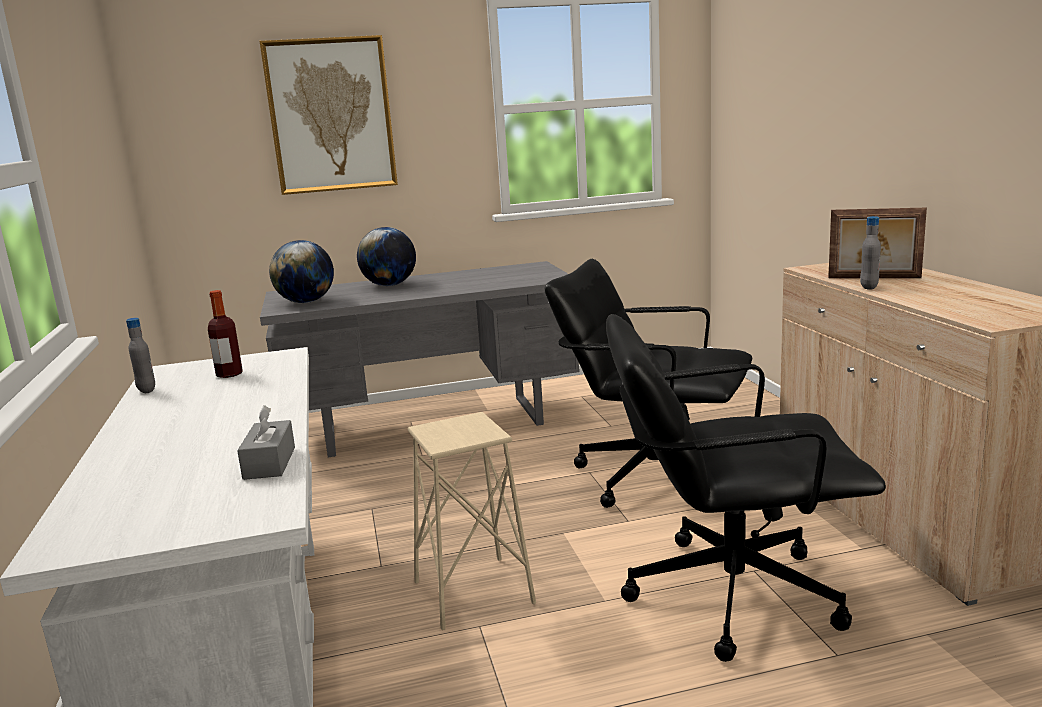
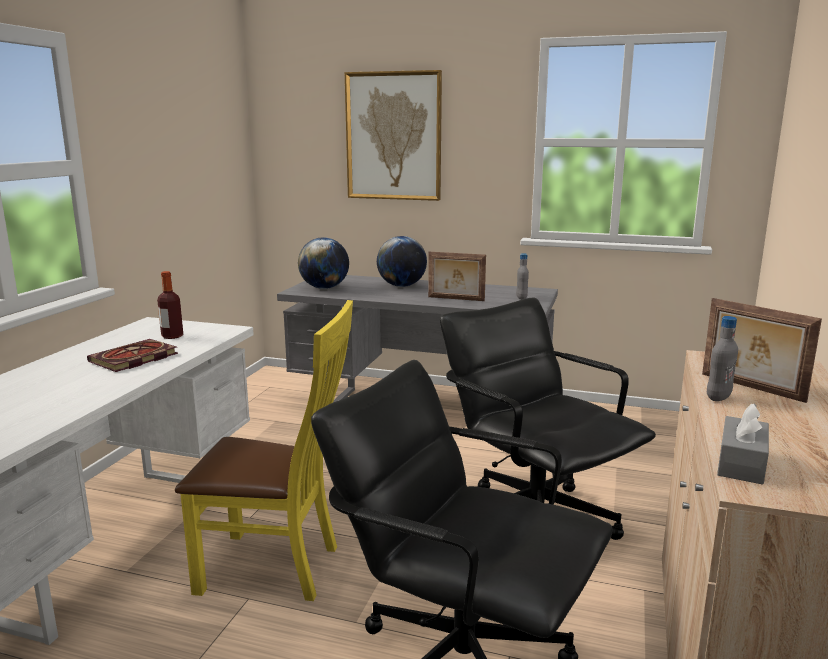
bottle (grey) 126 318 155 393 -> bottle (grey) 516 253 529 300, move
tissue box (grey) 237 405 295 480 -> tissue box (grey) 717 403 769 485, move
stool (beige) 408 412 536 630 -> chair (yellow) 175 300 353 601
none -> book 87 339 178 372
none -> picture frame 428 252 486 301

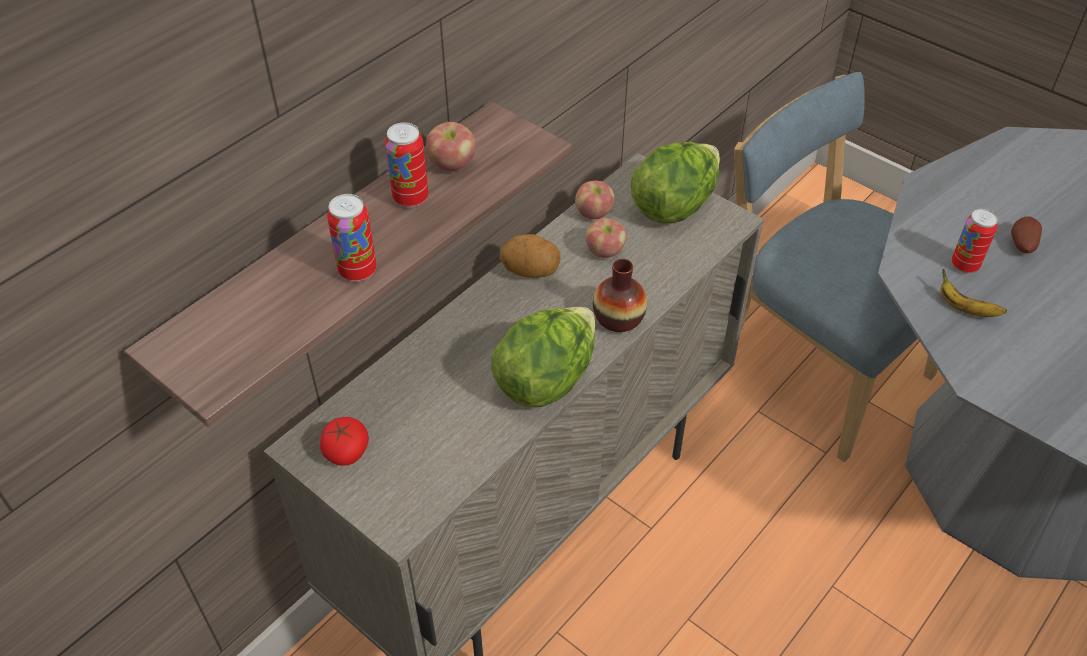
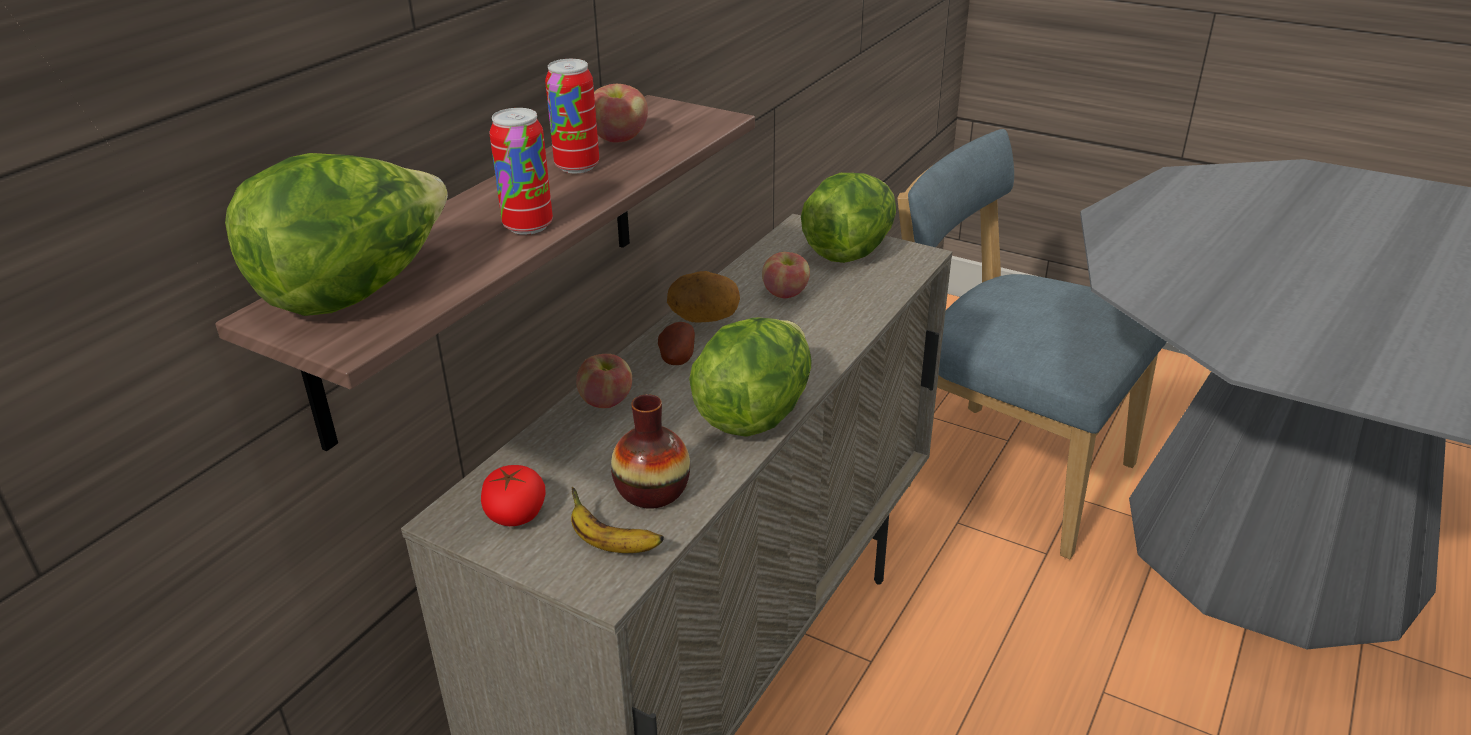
apple 575 181 615 219 -> apple 576 354 632 408, move
vase 593 259 647 332 -> vase 611 394 690 509, move
banana 941 269 1007 317 -> banana 571 487 664 553, move
can 952 209 998 273 -> none
potato 1011 216 1042 253 -> potato 658 322 695 365, move
none -> lettuce 225 153 448 316

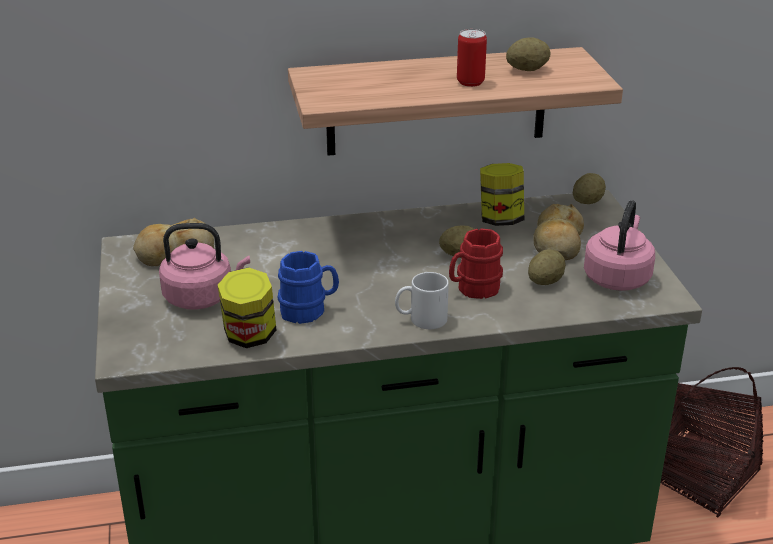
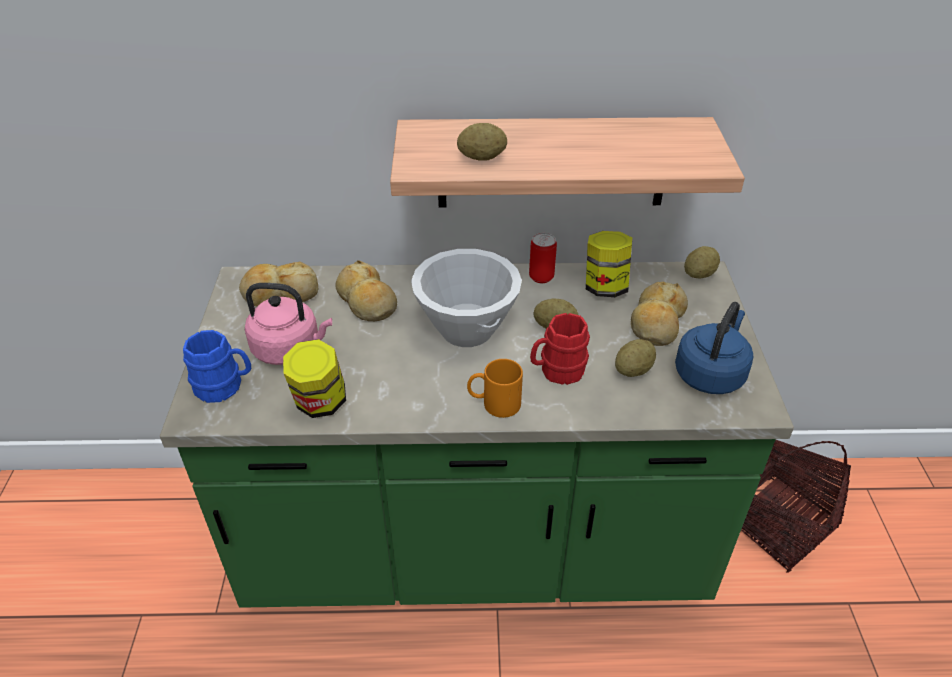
mug (blue) 278 251 339 324 -> mug (blue) 183 330 251 403, move
mug (white) 395 272 449 329 -> mug (orange) 467 359 523 418
can 457 29 487 87 -> can 529 233 557 283, move
potato 506 38 551 71 -> potato 457 123 507 161, move
kettle (pink) 584 200 655 291 -> kettle (blue) 675 302 753 394
none -> bread 335 260 397 321
none -> bowl (white) 411 249 522 347

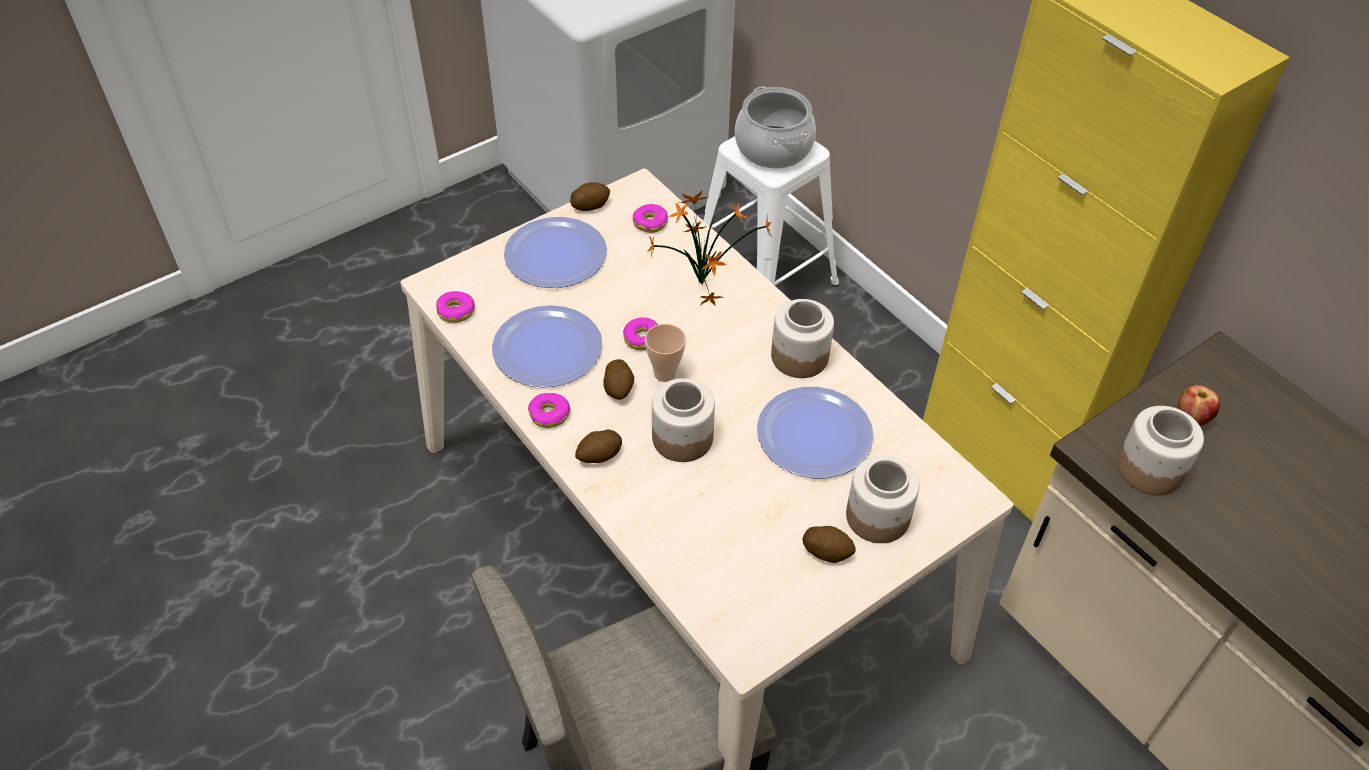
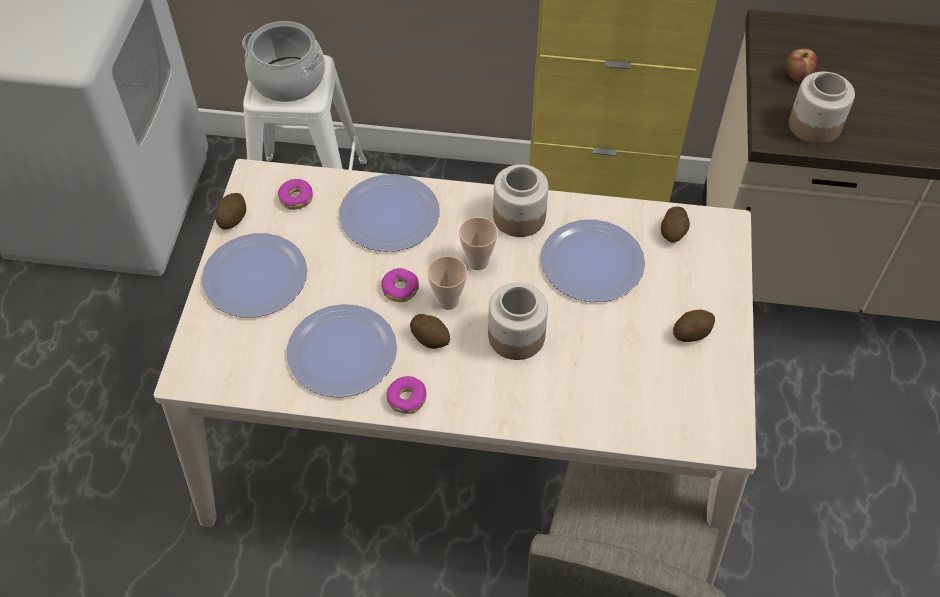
donut 436 291 475 323 -> none
potato 575 429 622 463 -> potato 661 206 690 242, move
potted plant 648 190 772 306 -> plate 339 174 440 252
jar 846 456 919 543 -> none
none -> cup 459 217 498 270

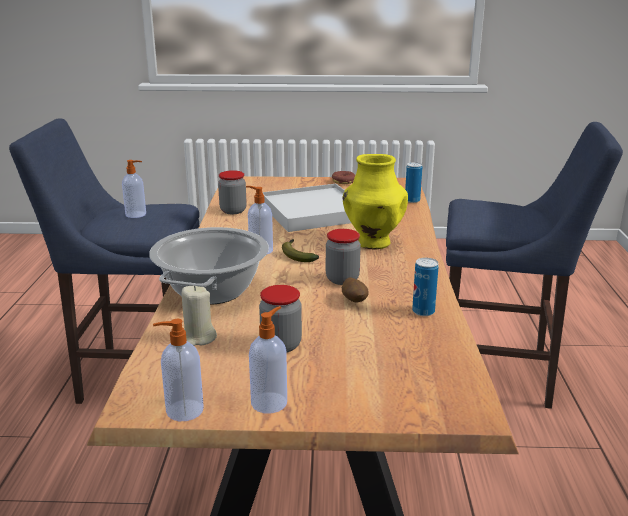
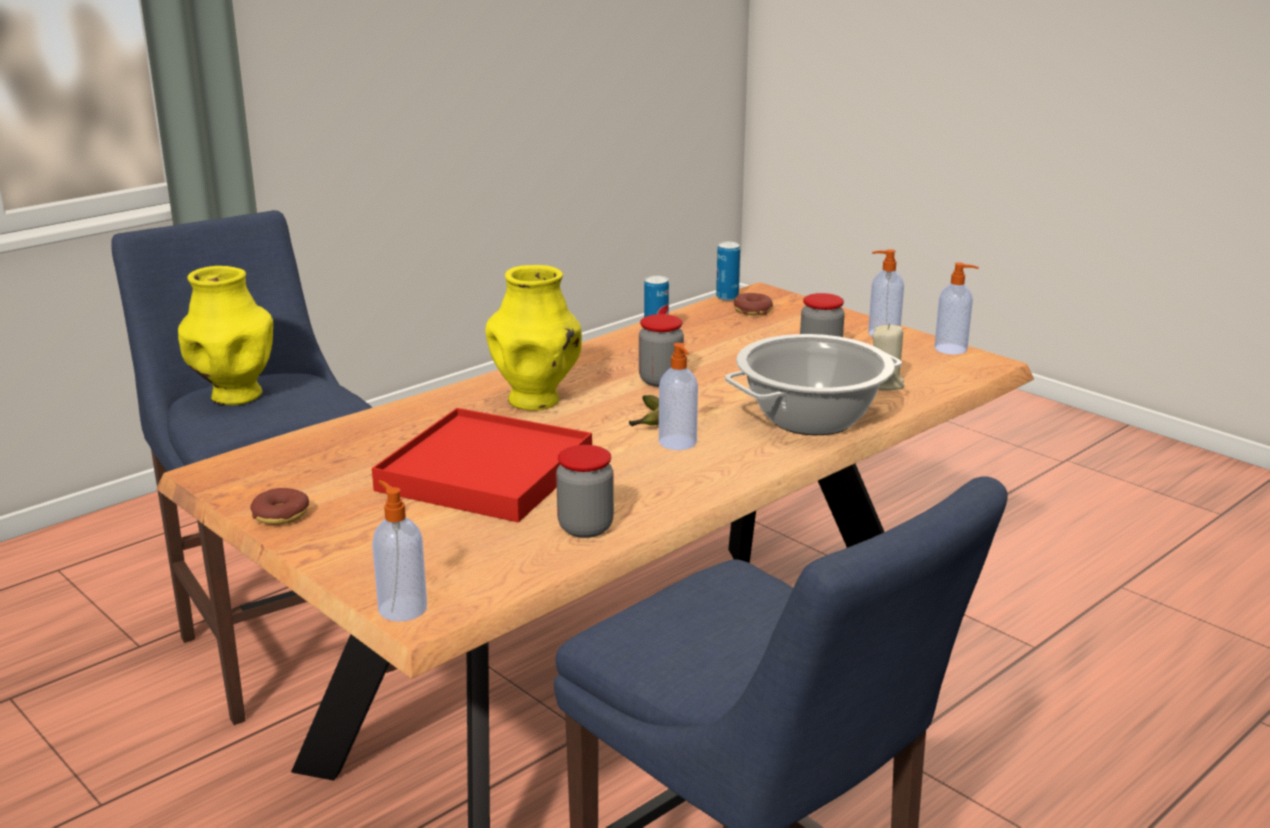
soap dispenser 122 160 146 218 -> soap dispenser 372 480 427 622, move
tray (white) 262 184 351 232 -> tray (red) 372 408 592 523
potato 342 277 369 303 -> none
can 405 162 422 203 -> can 716 242 740 301, move
none -> vase (yellow) 178 266 273 405
none -> donut 734 293 773 316

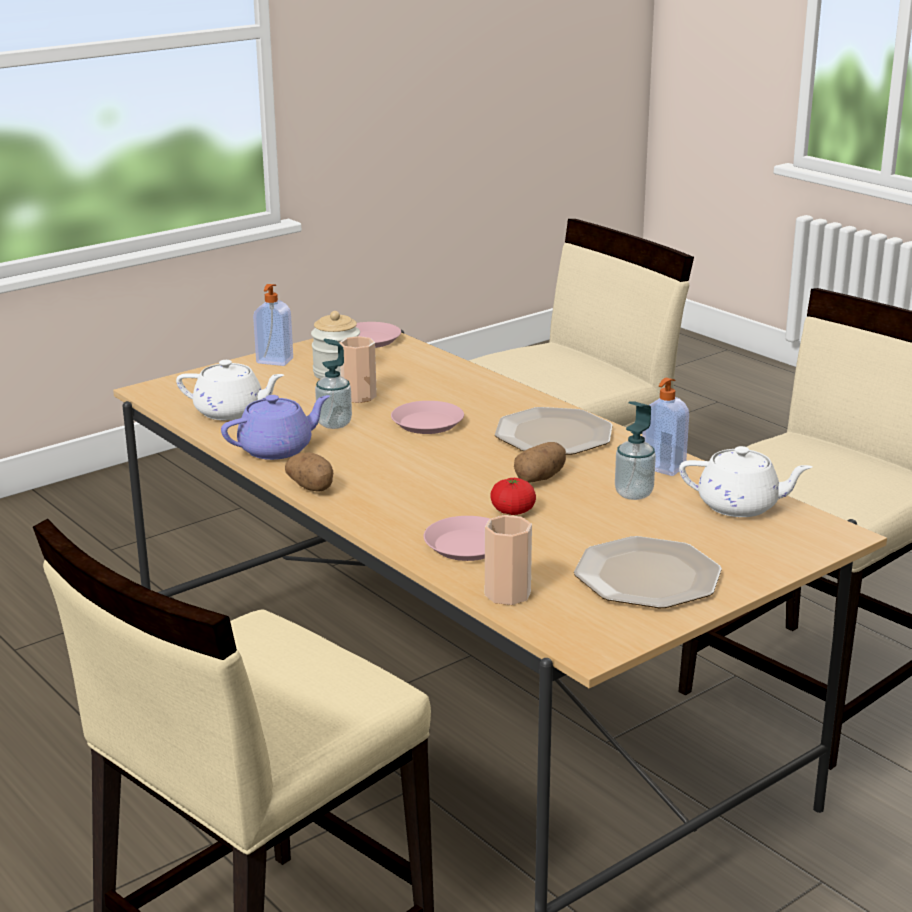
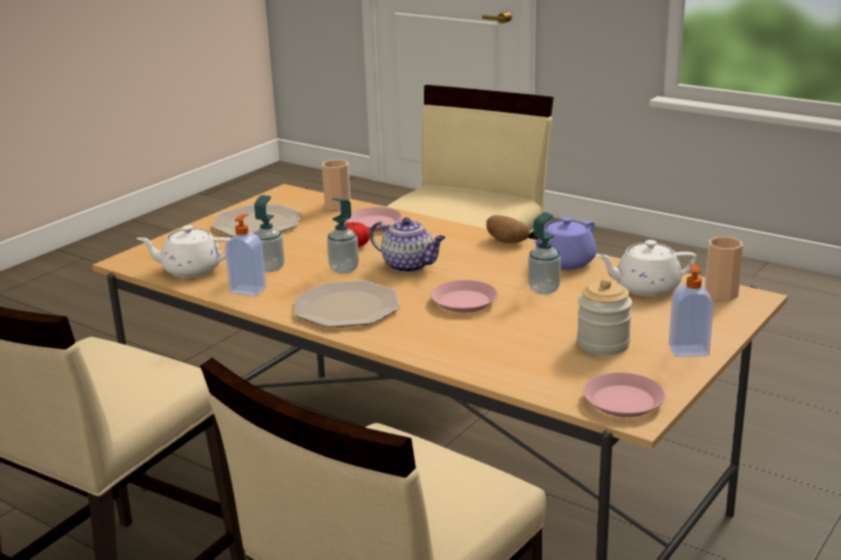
cup 339 336 377 403 -> cup 705 237 743 301, move
potato 514 442 566 483 -> soap dispenser 327 198 359 274
none -> teapot 370 217 445 273

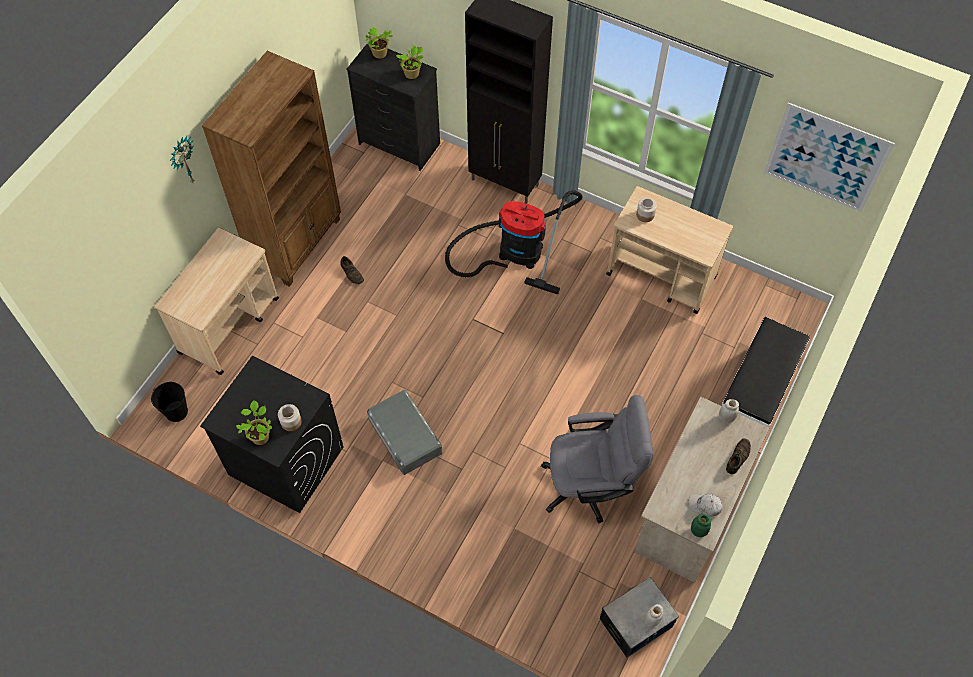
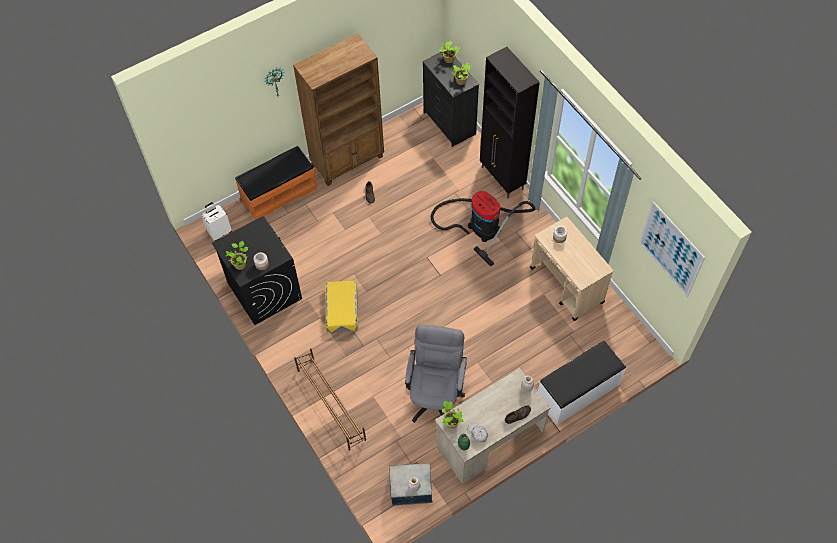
bucket (black) 151 382 188 422 -> suitcase (white) 201 202 232 241
cart (beige) 154 228 279 375 -> bench (orange) 235 146 317 220
storage box (grey) 367 390 443 475 -> storage box (yellow) 326 281 358 333
office chair (grey) 541 395 653 524 -> office chair (grey) 405 325 467 423, 105 degrees counterclockwise
none -> shoe rack (brown) 294 348 366 450
none -> potted plant 442 401 464 429

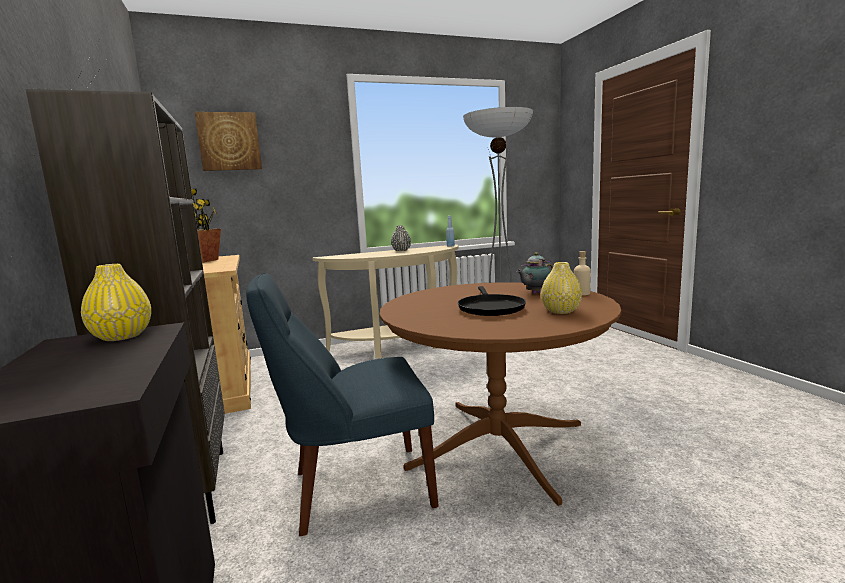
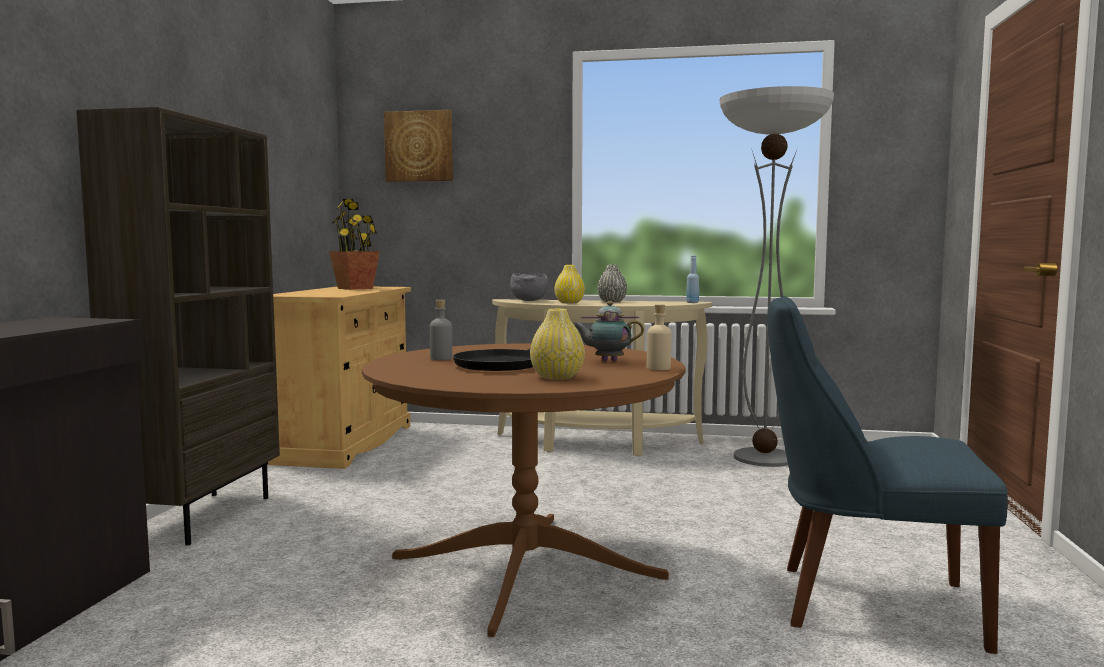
vase (yellow) 81 264 151 341 -> vase (yellow) 554 265 585 303, move
chair (blue) 246 273 439 536 -> chair (blue) 767 296 1008 654, move
none -> bottle (grey) 430 300 452 360
none -> bowl (grey) 510 273 548 301

